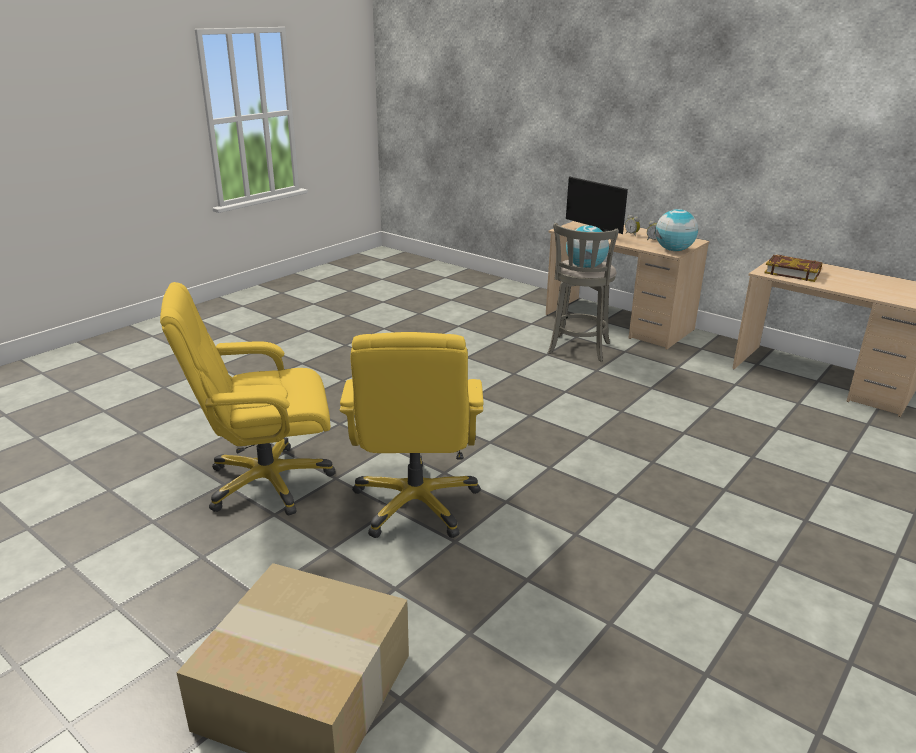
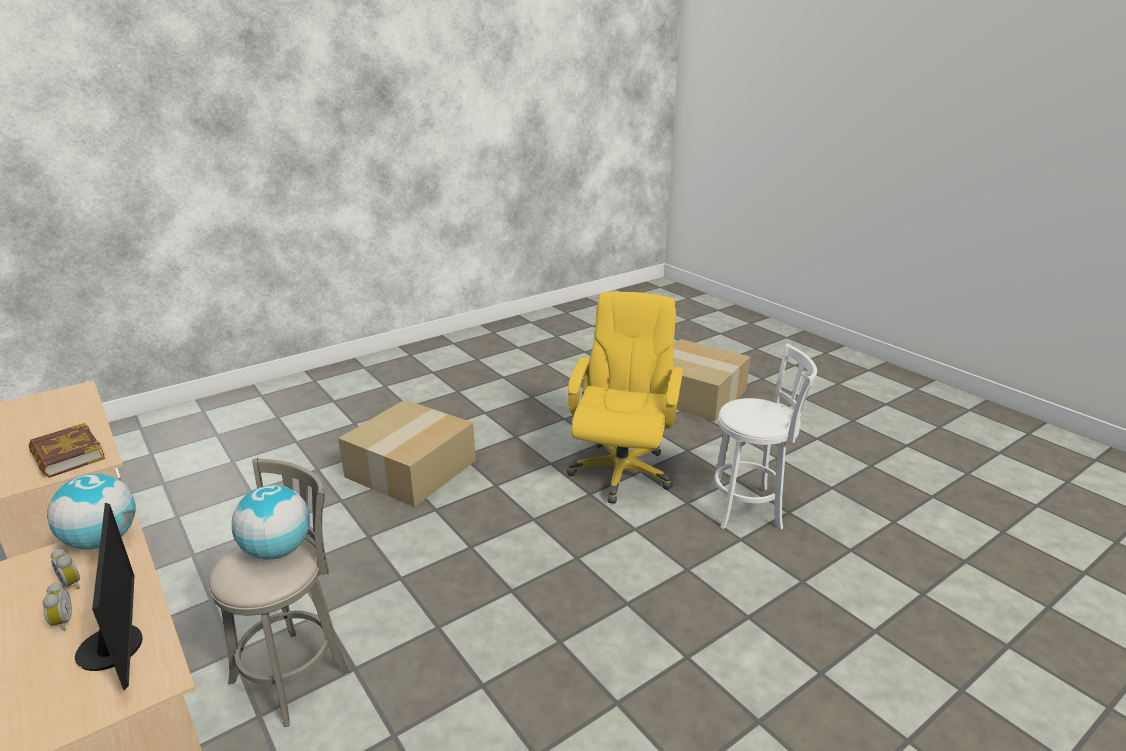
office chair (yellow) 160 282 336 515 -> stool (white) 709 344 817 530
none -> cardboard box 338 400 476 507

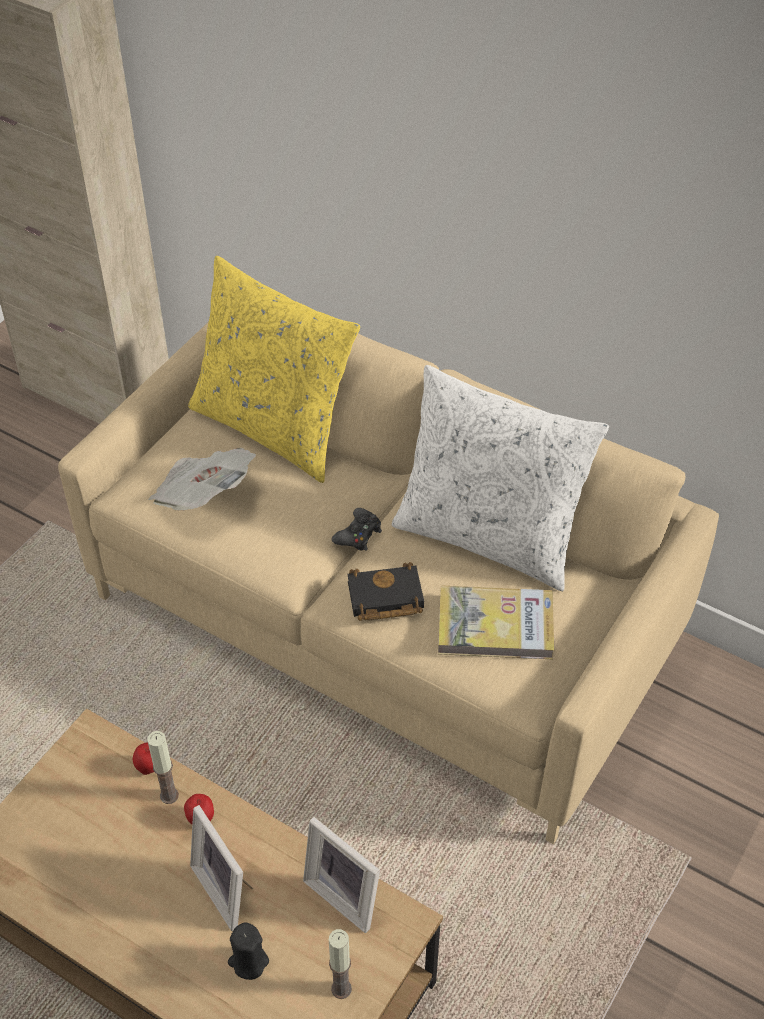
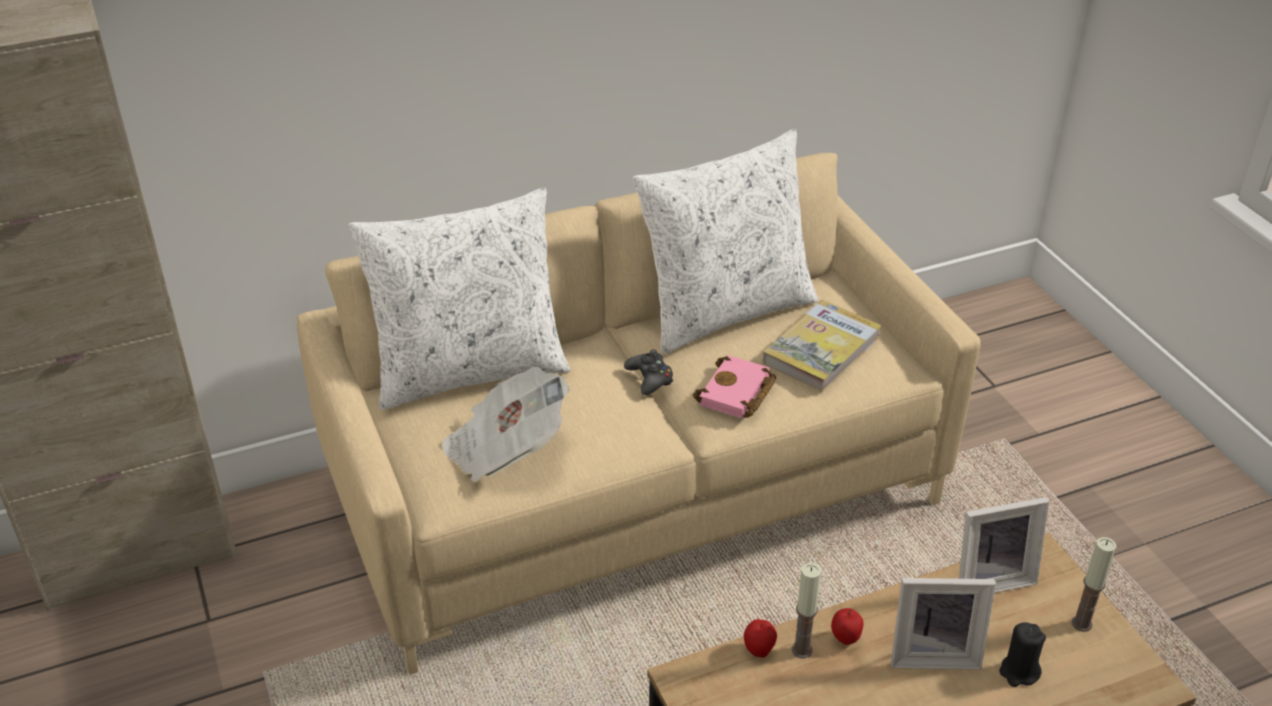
pillow (yellow) 188 256 360 483 -> pillow (white) 348 188 570 410
book (black) 347 562 424 621 -> book (pink) 693 355 777 419

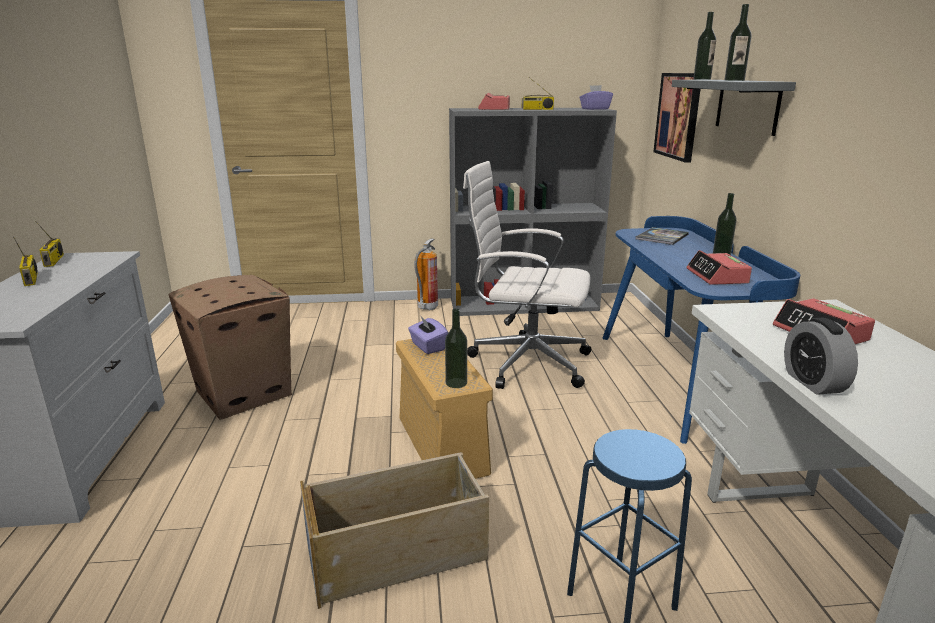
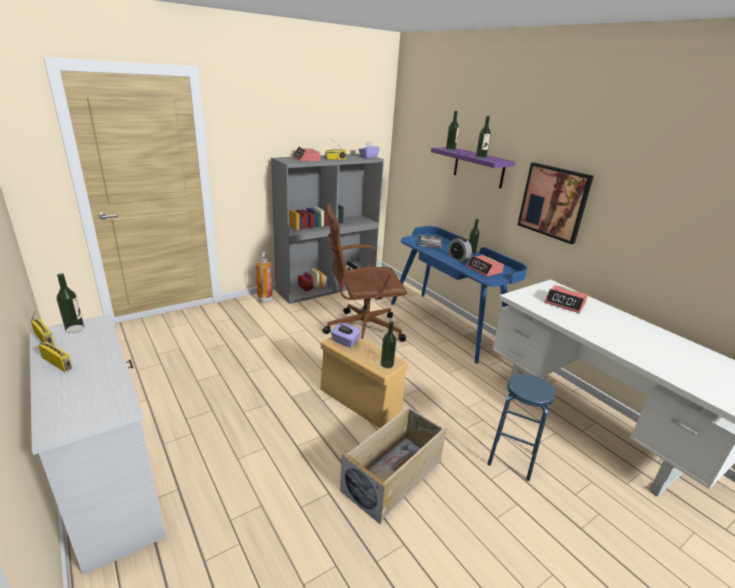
cardboard box 168 275 292 420 -> none
office chair (white) 463 161 591 389 -> office chair (brown) 322 204 407 342
picture 653 73 700 162 -> picture 518 162 594 244, move
shelf (grey) 672 80 796 136 -> shelf (purple) 431 147 515 188
alarm clock 784 318 858 395 -> alarm clock 448 237 472 262, move
none -> bottle 57 273 84 333

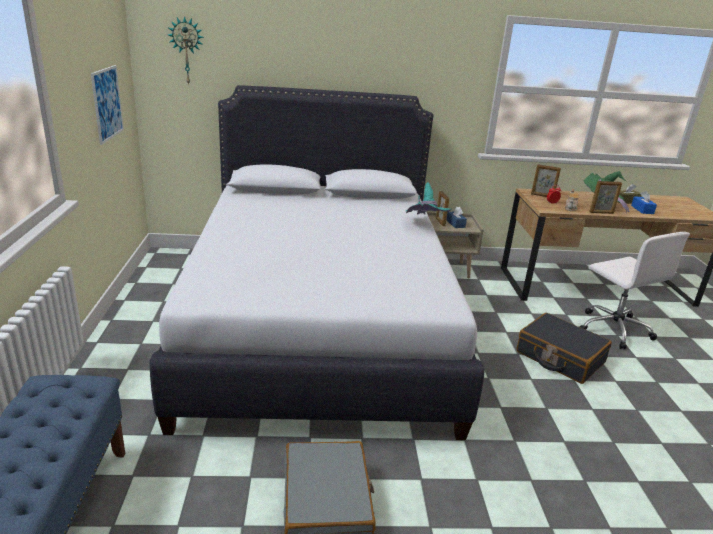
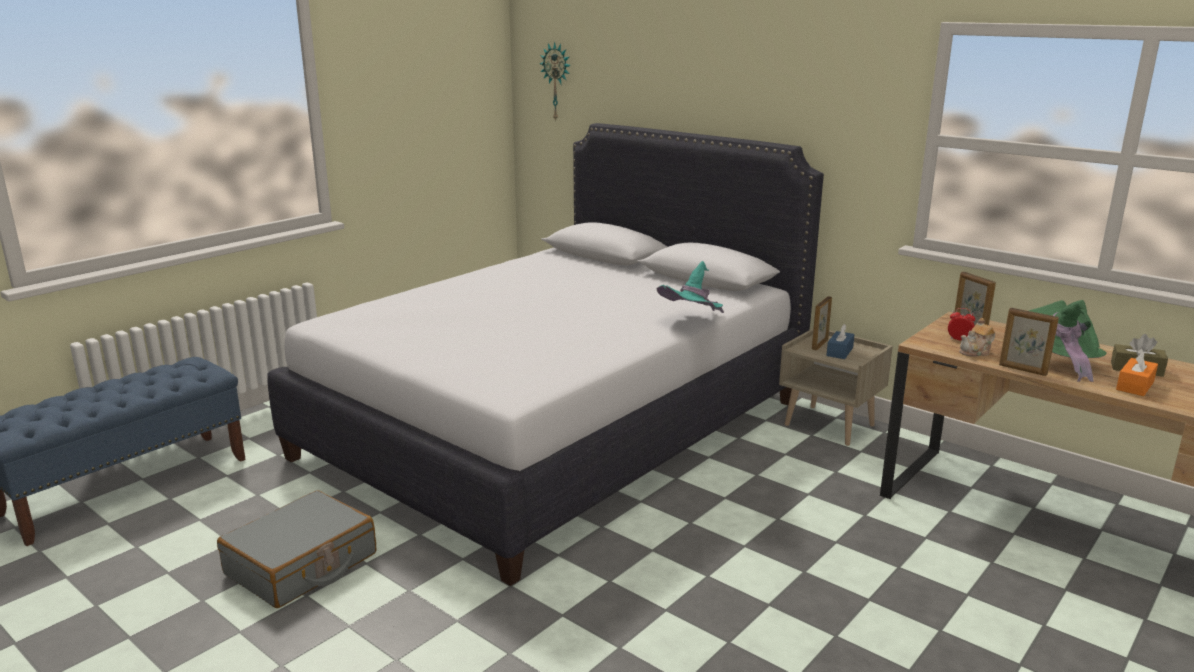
picture 91 65 124 145 -> none
suitcase (black) 516 313 612 384 -> none
office chair (white) 579 232 690 349 -> none
tissue box (blue) 631 191 657 214 -> tissue box (orange) 1116 348 1158 396

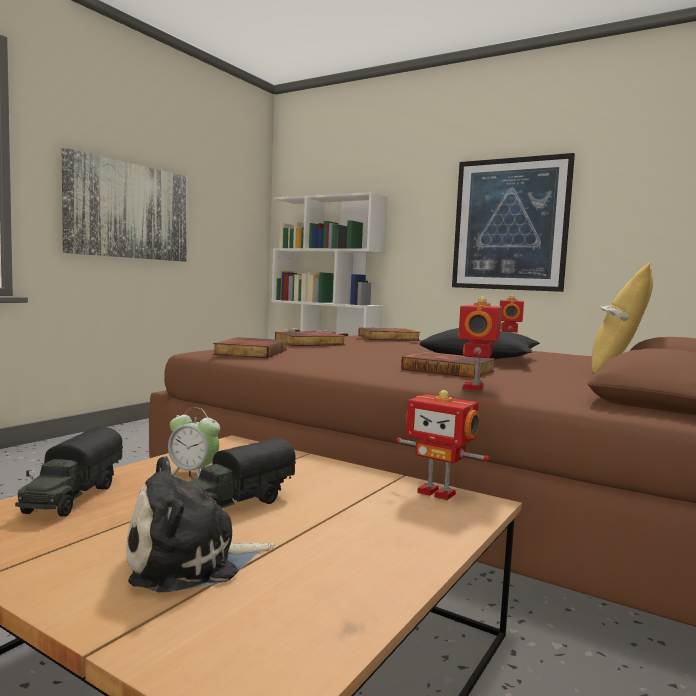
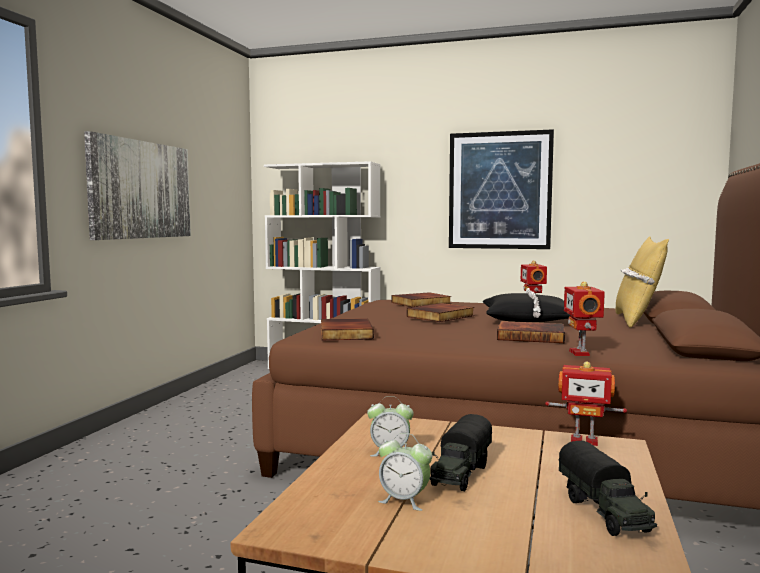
toy truck 15 427 123 517 -> toy truck 558 441 657 536, move
plush toy 127 456 274 592 -> none
book 275 332 345 346 -> book 407 303 474 322, move
none -> alarm clock 378 433 432 511

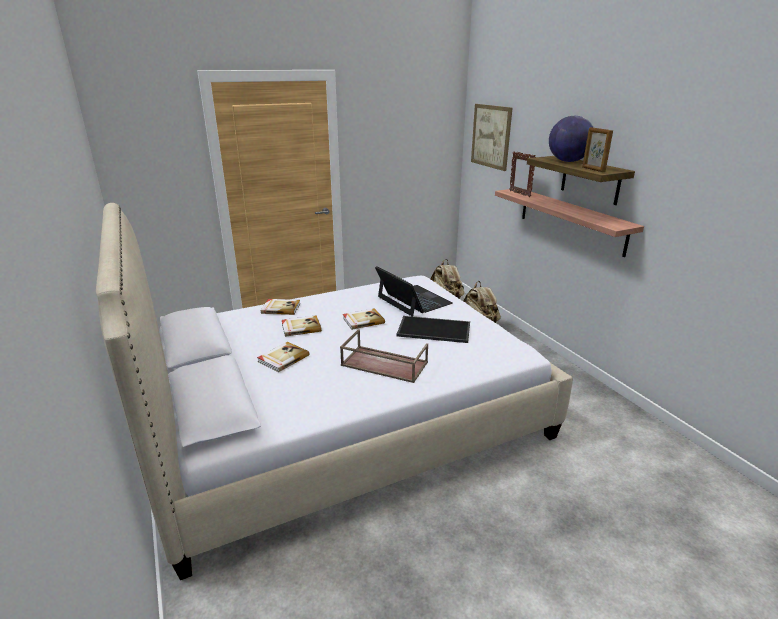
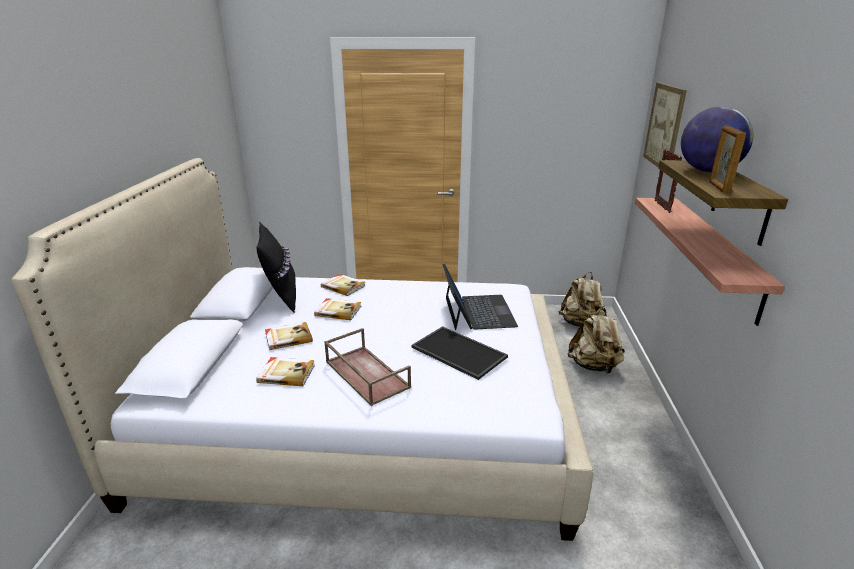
book 343 308 385 330 -> book 256 357 315 386, move
none -> pillow (black) 256 222 296 312

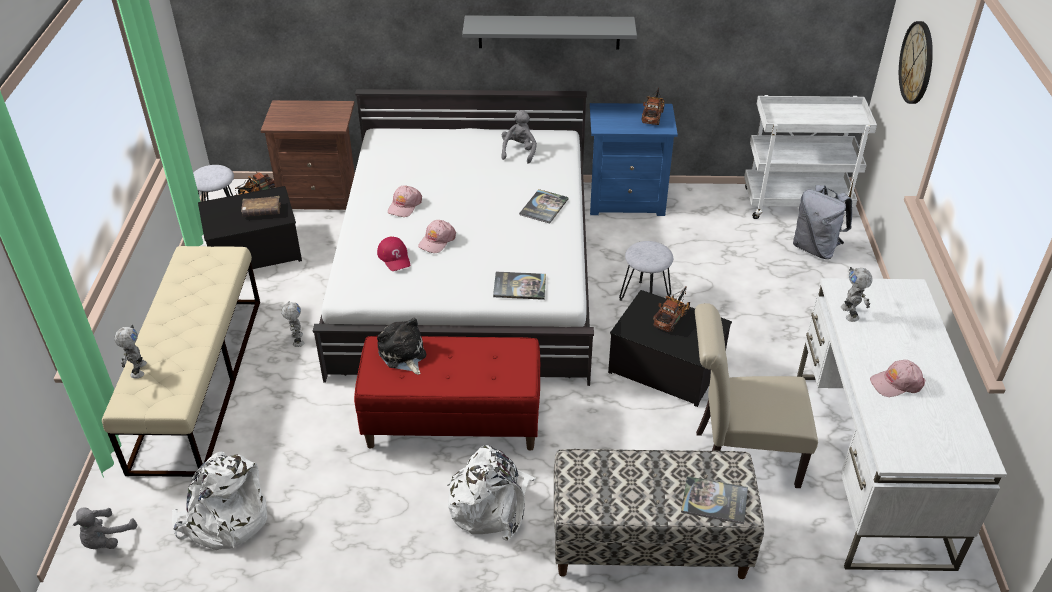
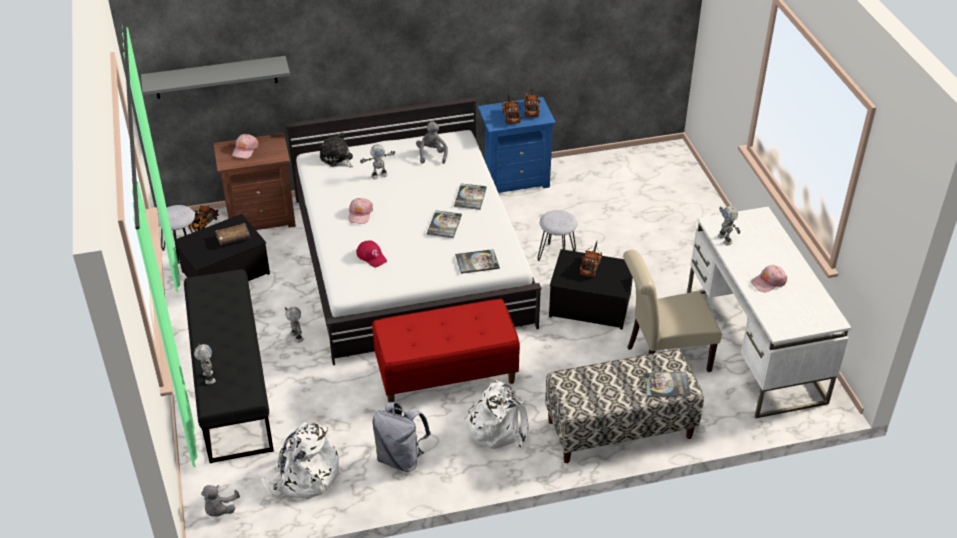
bench (beige) 102 246 260 477 -> bench (black) 184 269 274 463
plush toy 377 318 426 375 -> plush toy 320 132 353 168, move
cap (pink) 418 220 456 253 -> cap (pink) 232 134 259 159, move
shelf (grey) 462 15 637 49 -> shelf (grey) 141 56 290 99, move
cart (white) 744 95 877 219 -> none
backpack (grey) 793 185 852 259 -> backpack (grey) 373 402 431 472, move
wall clock 899 21 933 104 -> none
none -> toy robot 360 144 395 179
none -> book 427 210 462 238
none -> toy truck 502 93 521 124

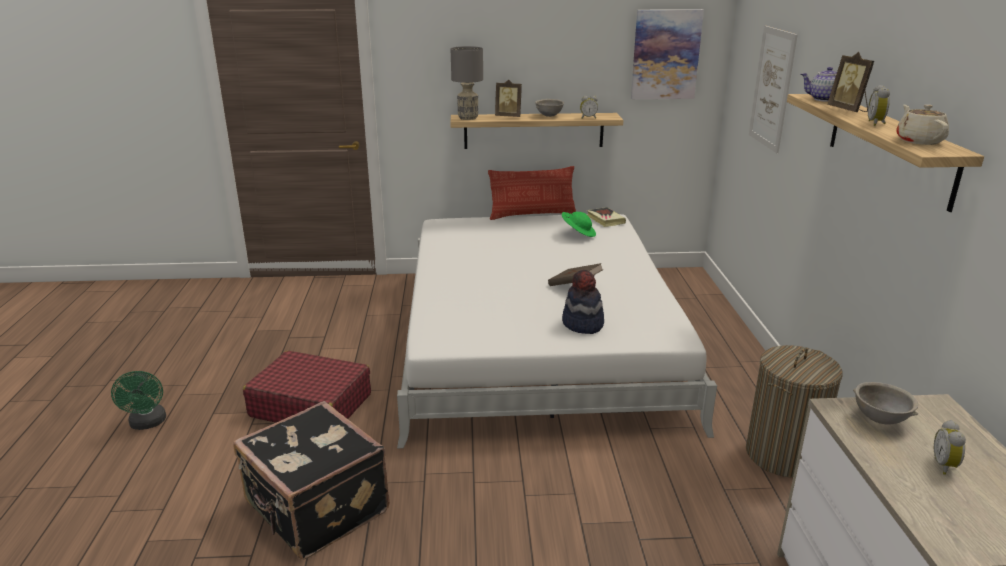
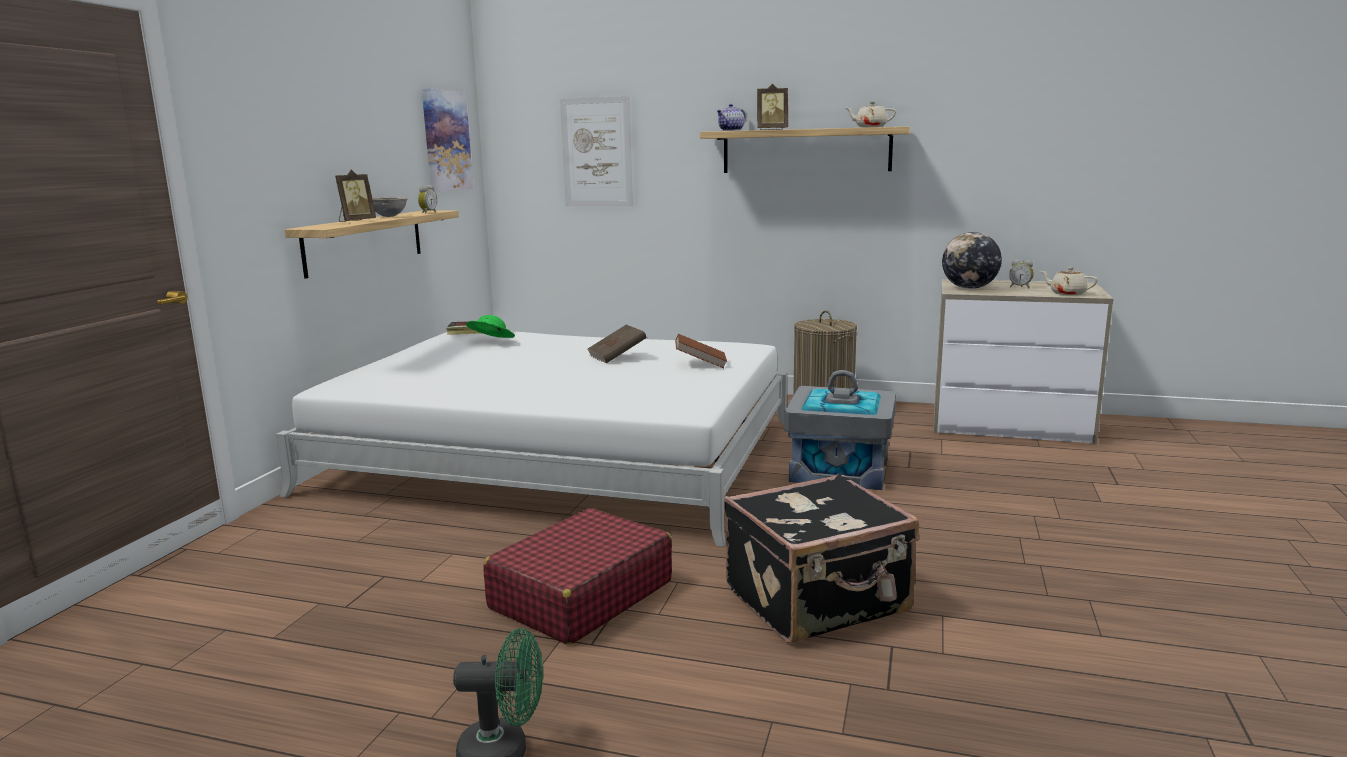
table lamp (grey) 451 46 483 120 -> none
pillow 488 166 576 220 -> none
hat 562 270 604 334 -> book (brown) 675 334 727 368
bowl (grey) 853 382 918 425 -> globe 942 232 1002 289
alarm clock 868 85 890 126 -> none
none -> storage box (grey) 784 370 896 490
none -> teapot (beige) 1040 267 1098 295

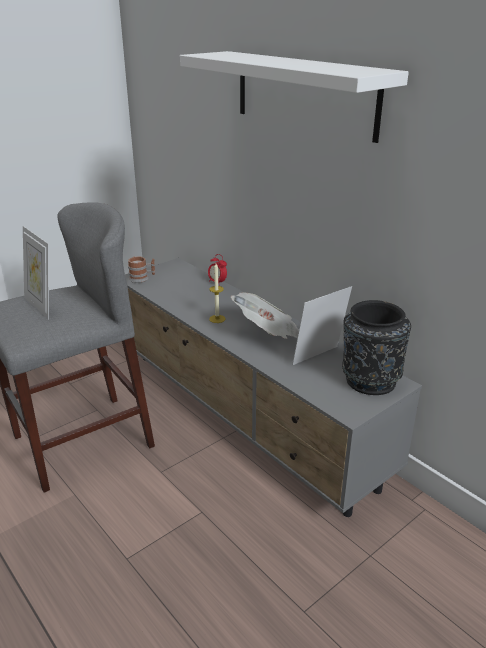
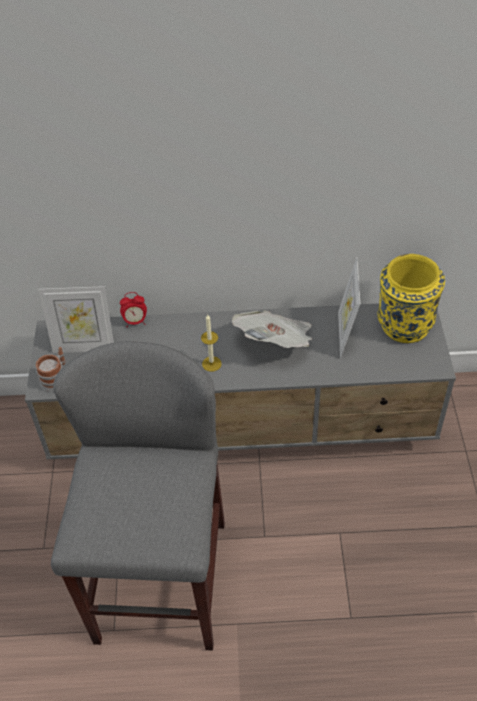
picture frame 23 226 49 319 -> picture frame 38 286 114 353, move
shelf (white) 180 51 409 143 -> none
vase (black) 342 300 411 395 -> vase (yellow) 378 254 445 343

